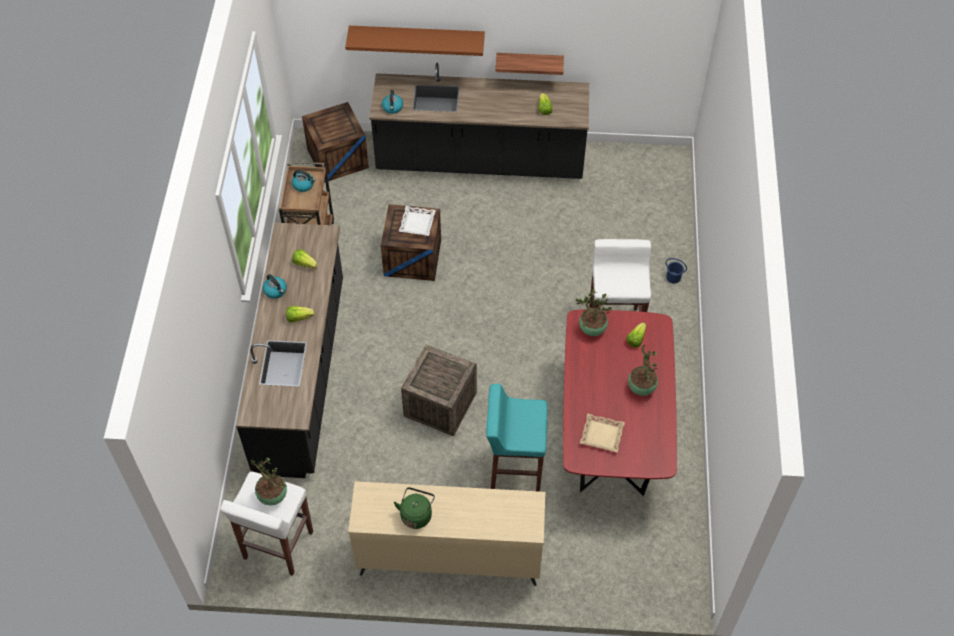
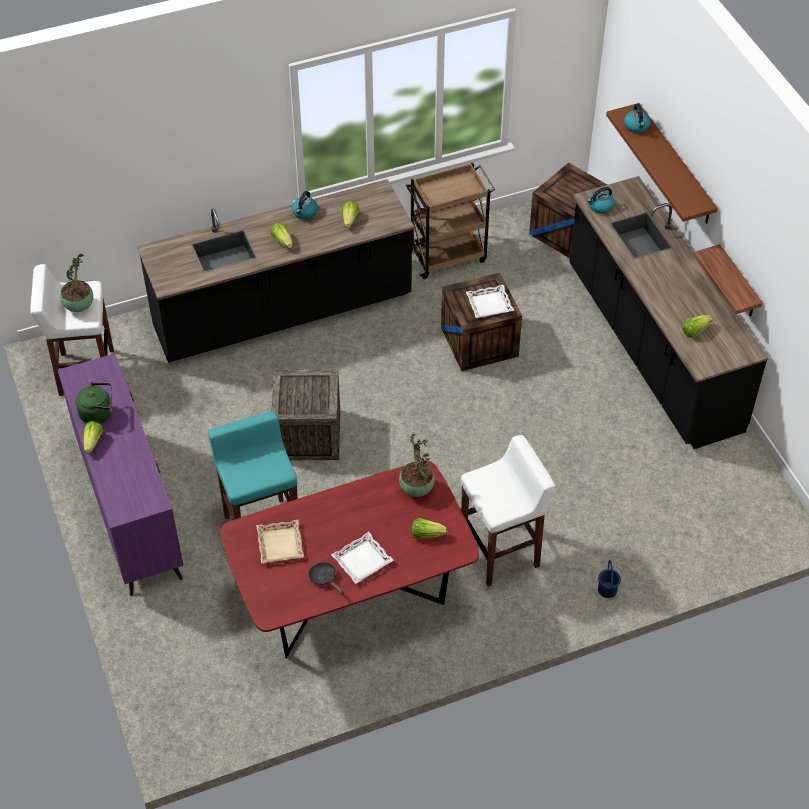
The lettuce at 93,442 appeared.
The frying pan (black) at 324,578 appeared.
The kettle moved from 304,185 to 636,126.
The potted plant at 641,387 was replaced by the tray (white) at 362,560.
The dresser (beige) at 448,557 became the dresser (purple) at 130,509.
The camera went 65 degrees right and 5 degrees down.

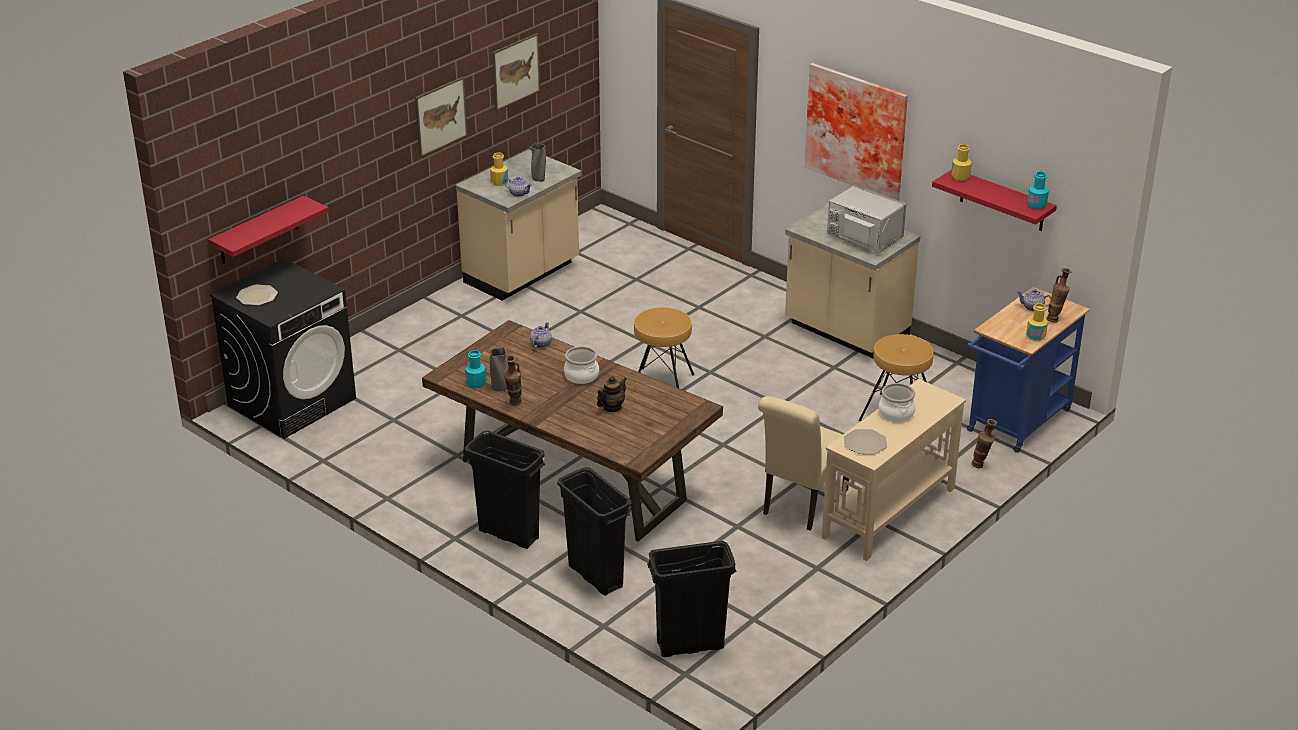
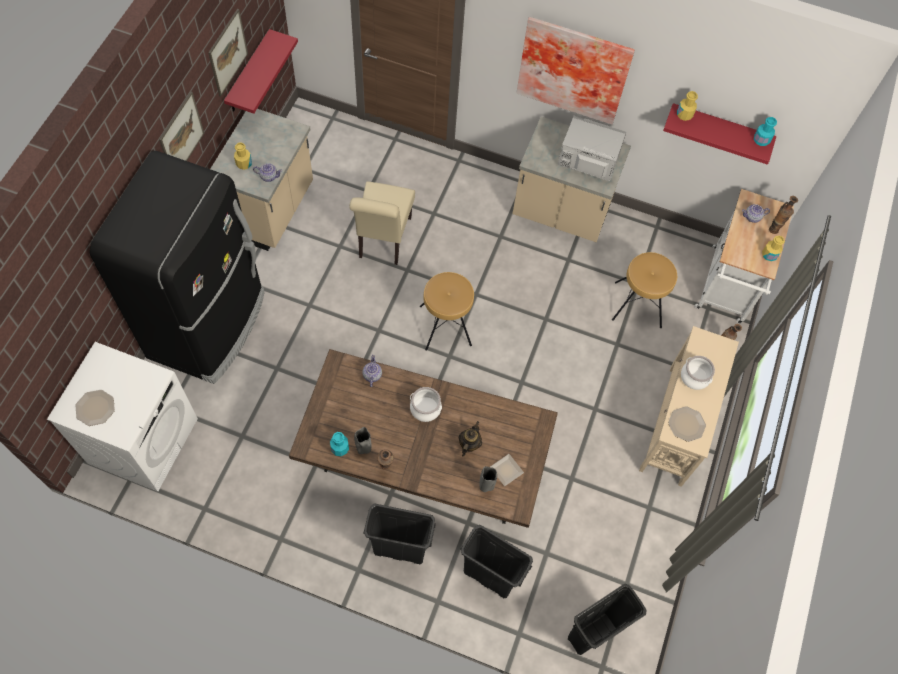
The fridge (black) at 209,324 appeared.
The plate at 506,469 appeared.
The shelf (red) moved from 258,231 to 248,73.
The vase (grey) moved from 539,179 to 486,486.
The chair (beige) moved from 801,504 to 383,241.
The washing machine (black) at 292,402 became the washing machine (white) at 143,440.
The cart (blue) at 1015,424 became the cart (white) at 726,289.
The camera went 25 degrees left and 30 degrees up.

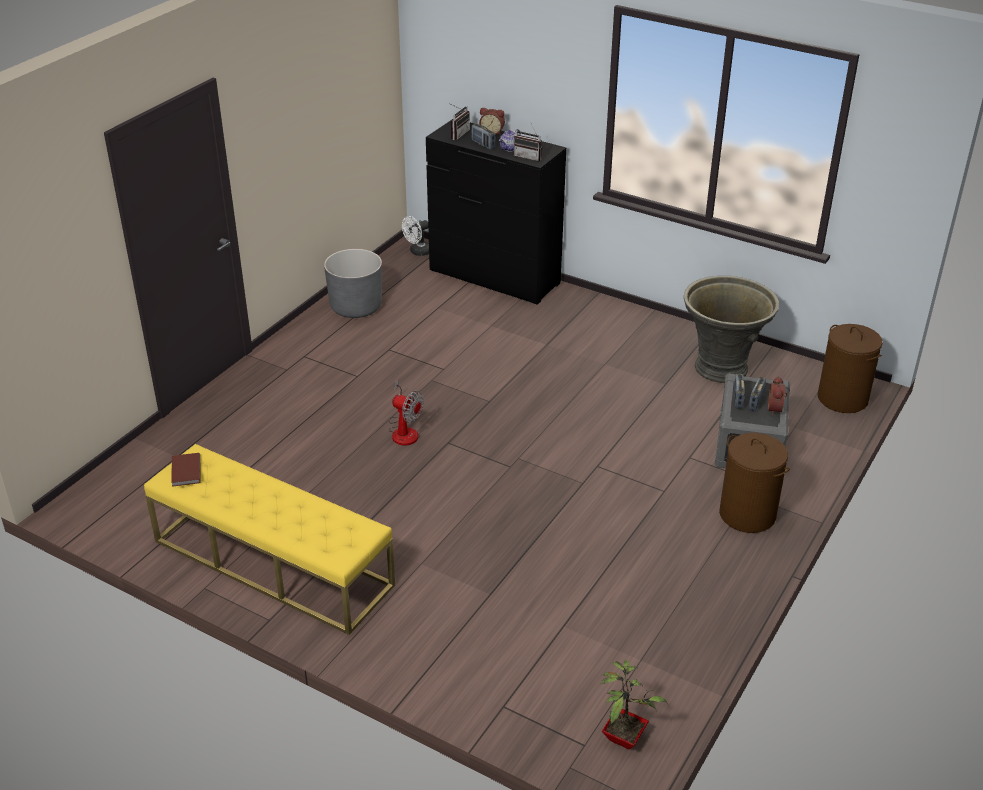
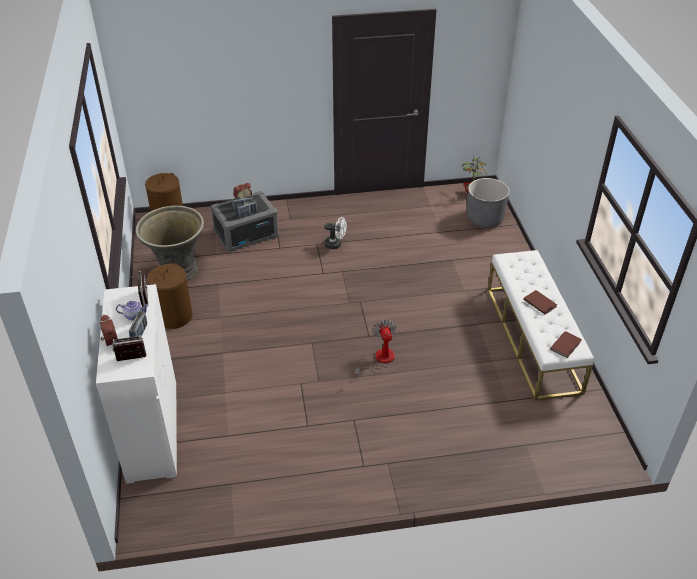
The book (brown) at 540,303 appeared.
The planter (grey) moved from 356,307 to 484,219.
The fan (white) moved from 418,252 to 335,244.
The laundry basket (brown) moved from 747,514 to 174,316.
The bench (yellow) at 272,563 became the bench (white) at 533,339.
The dresser (black) at 494,277 became the dresser (white) at 152,431.
The camera went 130 degrees left and 5 degrees up.

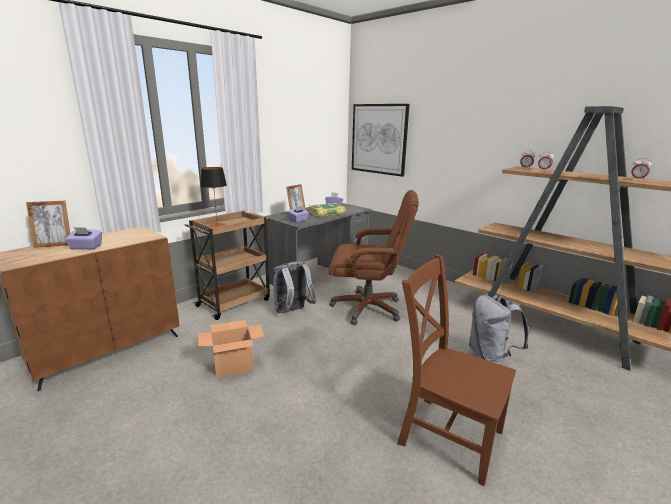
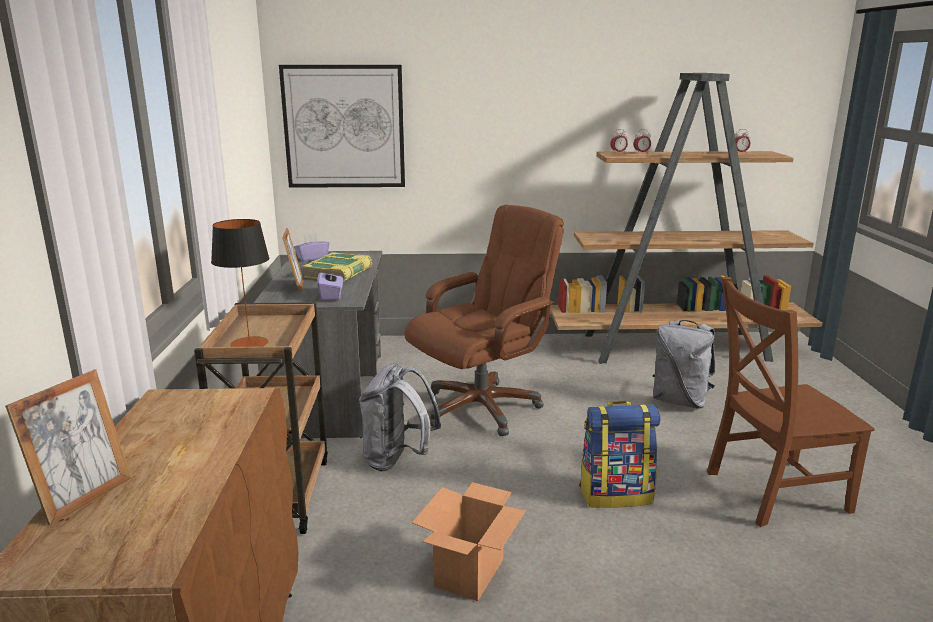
The tissue box (purple) at 86,247 disappeared.
The backpack at 616,494 appeared.
The camera went 45 degrees left and 0 degrees up.

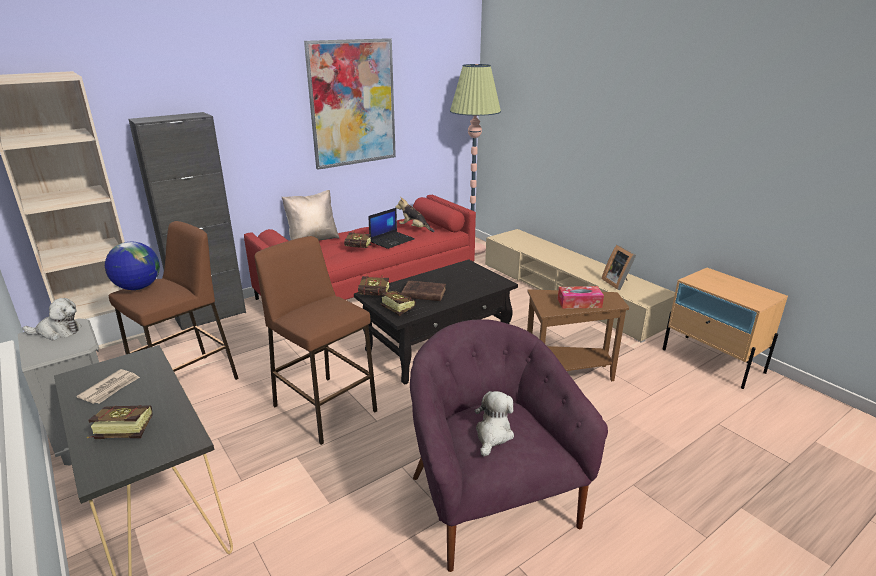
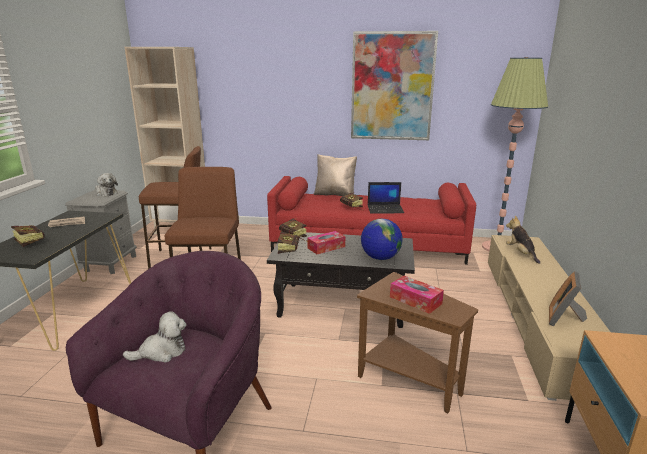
The cabinet (black) at 211,316 disappeared.
The globe moved from 138,287 to 380,258.
The plush toy moved from 414,228 to 521,253.
The book (brown) at 422,293 was replaced by the tissue box at 326,247.
The camera went 45 degrees right and 5 degrees down.

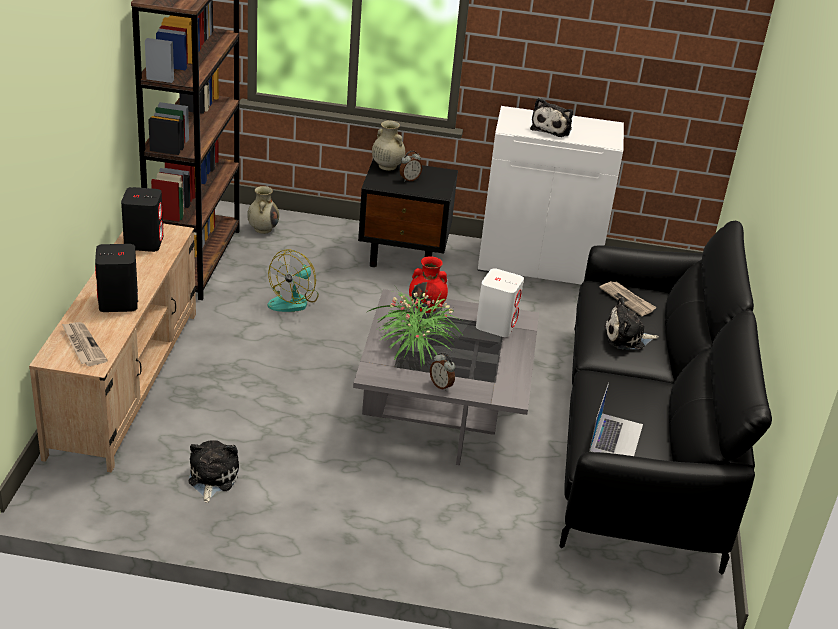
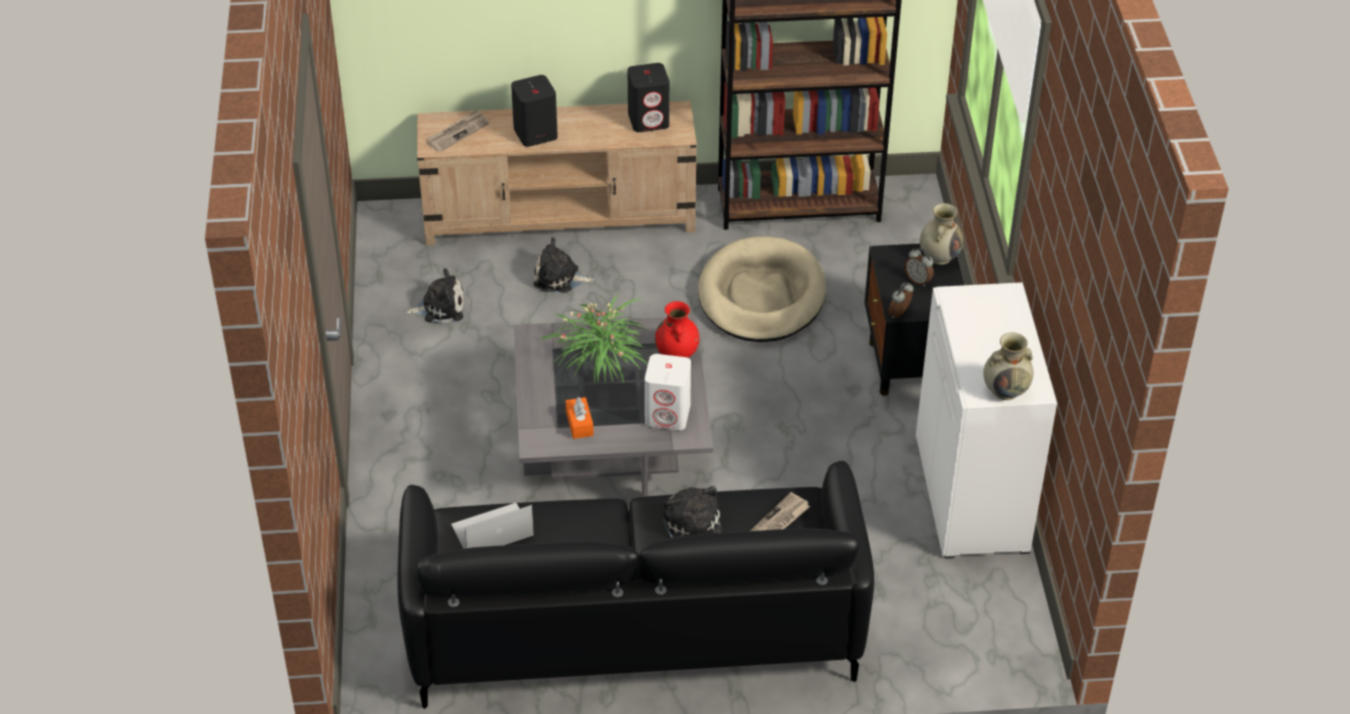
The tissue box (orange) at 579,424 appeared.
The vase (beige) moved from 263,228 to 1006,390.
The alarm clock moved from 441,385 to 900,314.
The plush toy moved from 552,128 to 559,278.
The fan at 294,300 was replaced by the dog bed (beige) at 761,295.
The laptop at 616,437 turned 150 degrees clockwise.
The camera went 80 degrees right and 10 degrees up.

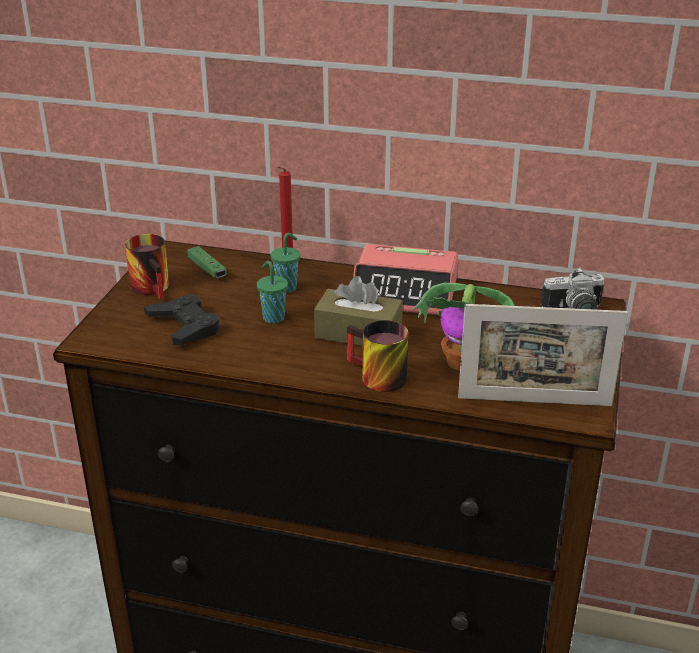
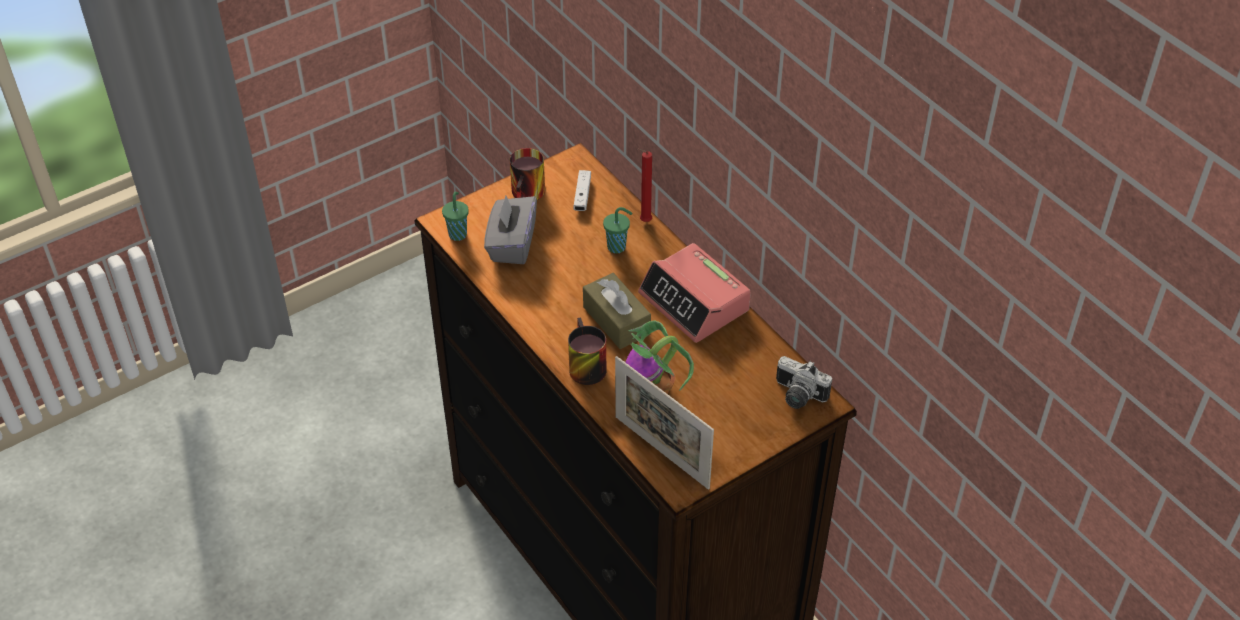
The cup (green) moved from 273,317 to 458,234.
The game controller (black) at 184,326 was replaced by the tissue box (grey) at 511,244.
The game controller (green) at 207,269 became the game controller (white) at 582,195.
The camera went 40 degrees right and 15 degrees up.

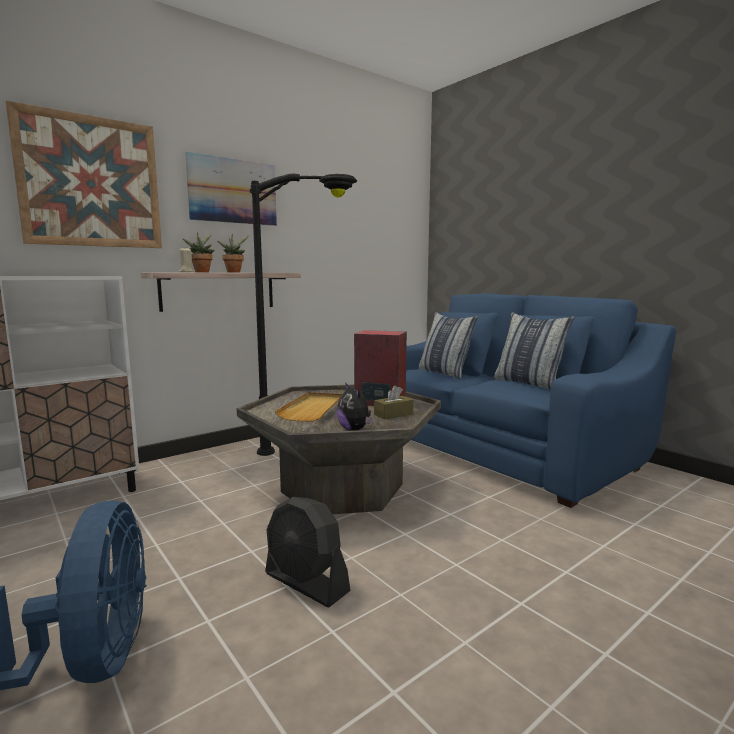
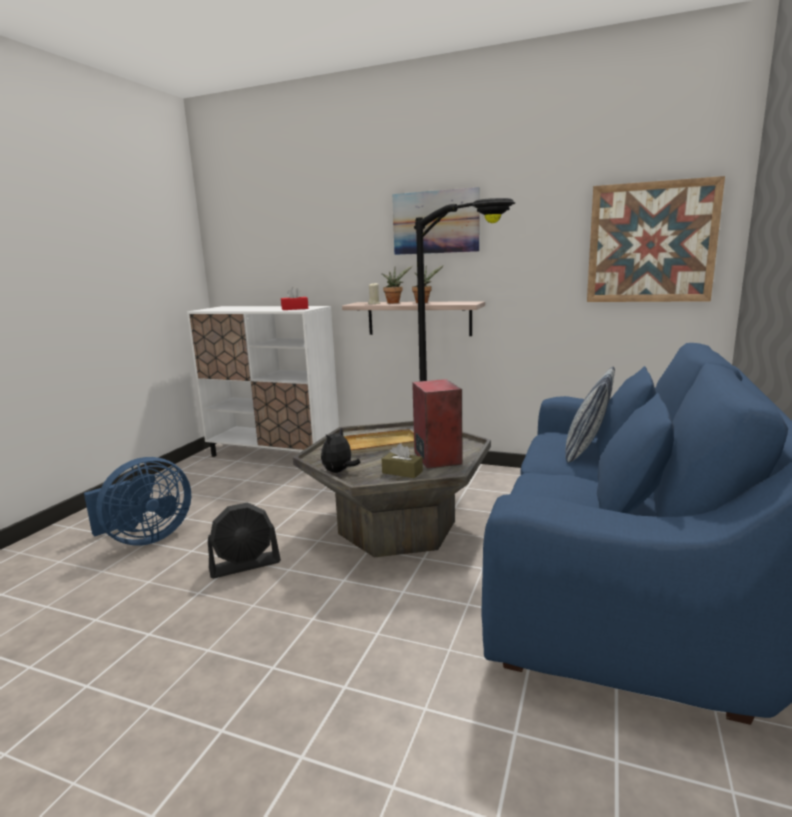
The pillow at 529,383 disappeared.
The tissue box (red) at 295,309 appeared.
The picture moved from 90,182 to 651,243.
The fan (black) at 306,583 turned 120 degrees counterclockwise.
The camera went 60 degrees right and 5 degrees up.

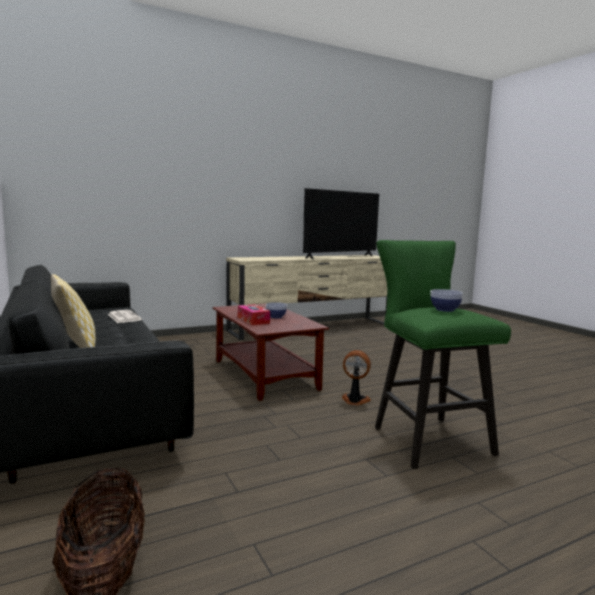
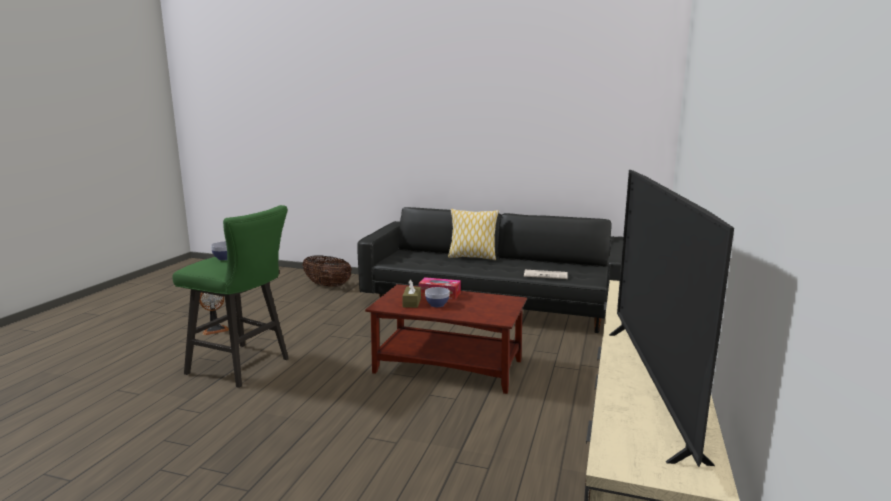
The tissue box (brown) at 412,302 appeared.
The fan moved from 355,401 to 215,329.
The camera went 135 degrees right and 5 degrees up.

